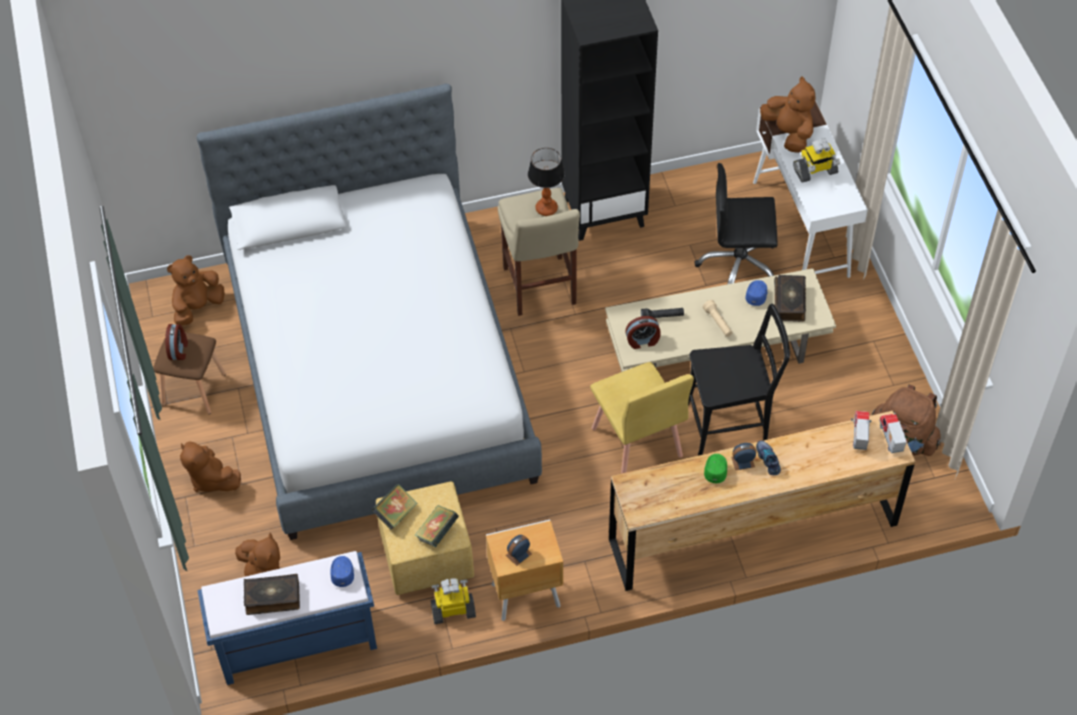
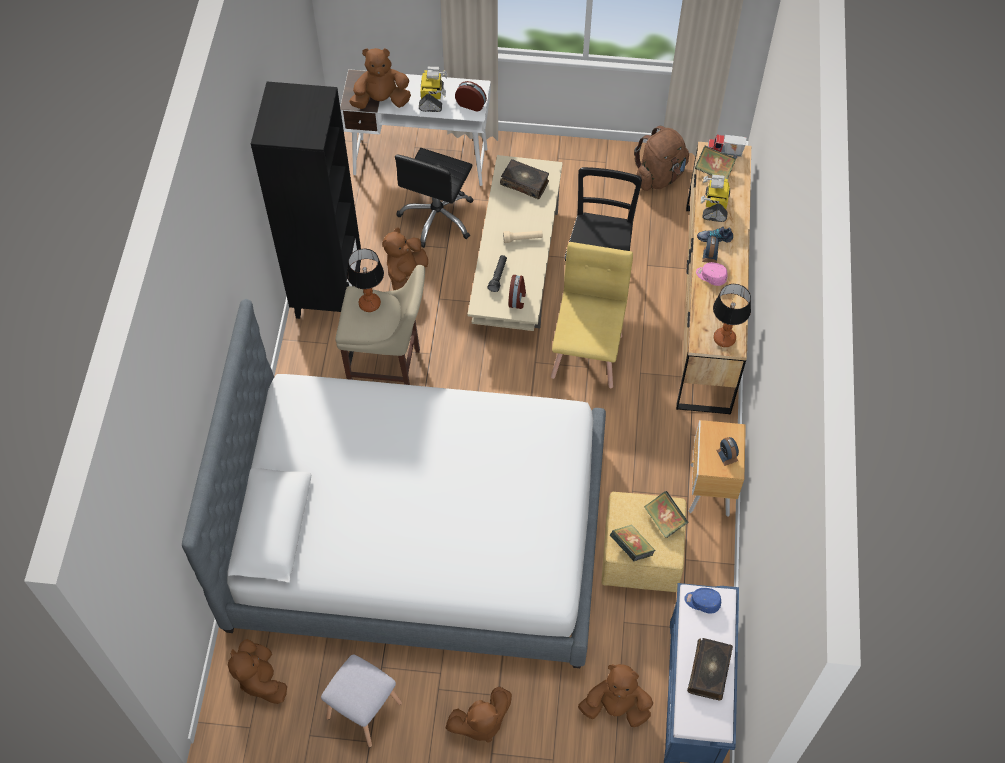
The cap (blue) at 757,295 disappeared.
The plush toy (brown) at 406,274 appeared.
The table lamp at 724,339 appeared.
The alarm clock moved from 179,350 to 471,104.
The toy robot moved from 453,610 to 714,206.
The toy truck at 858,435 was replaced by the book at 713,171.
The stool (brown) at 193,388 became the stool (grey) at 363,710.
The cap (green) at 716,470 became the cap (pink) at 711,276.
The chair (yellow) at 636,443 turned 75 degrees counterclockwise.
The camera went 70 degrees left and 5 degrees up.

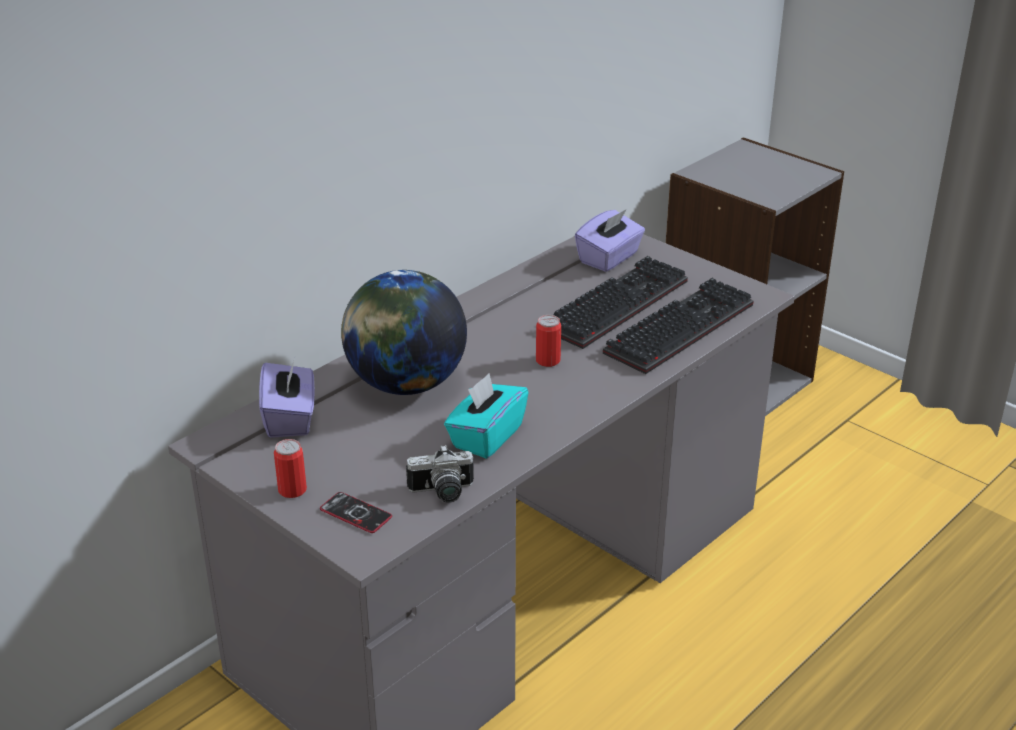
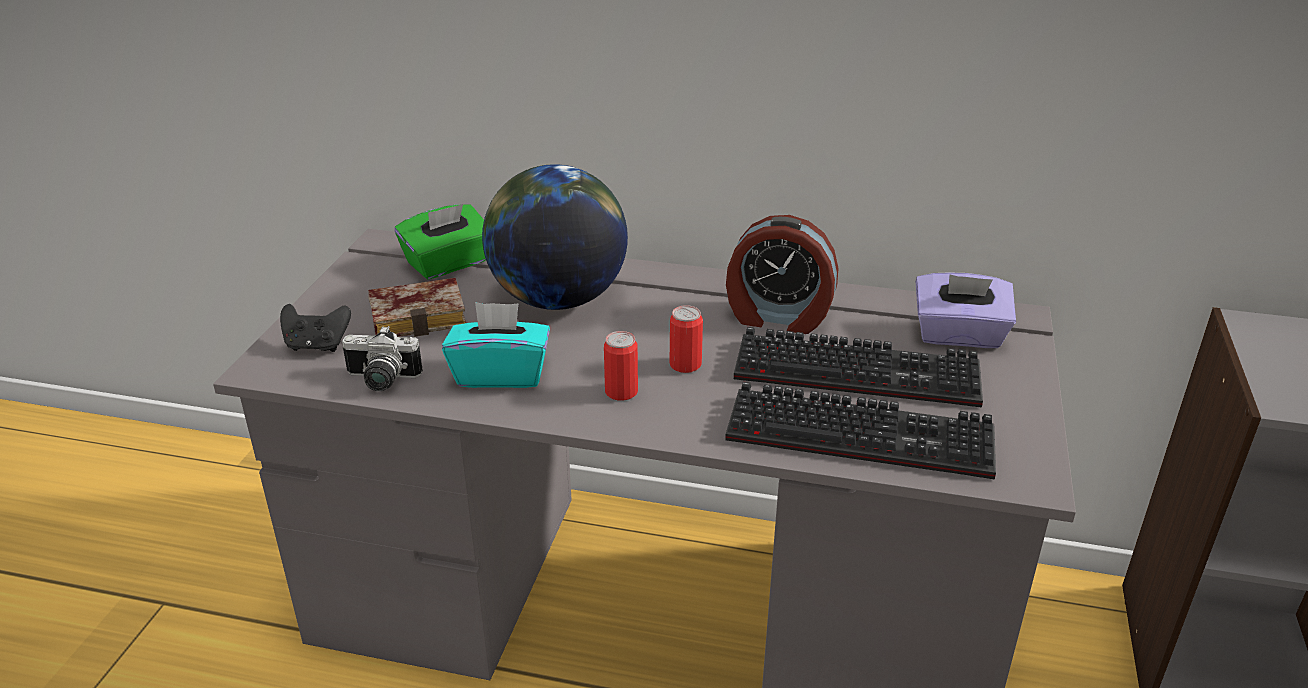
The book at 422,315 appeared.
The alarm clock at 778,317 appeared.
The can moved from 292,490 to 621,392.
The phone at 355,514 was replaced by the game controller (black) at 317,345.
The tissue box (purple) at 290,419 became the tissue box (green) at 448,264.
The photo camera at 442,493 turned 45 degrees counterclockwise.
The camera went 60 degrees right and 0 degrees up.

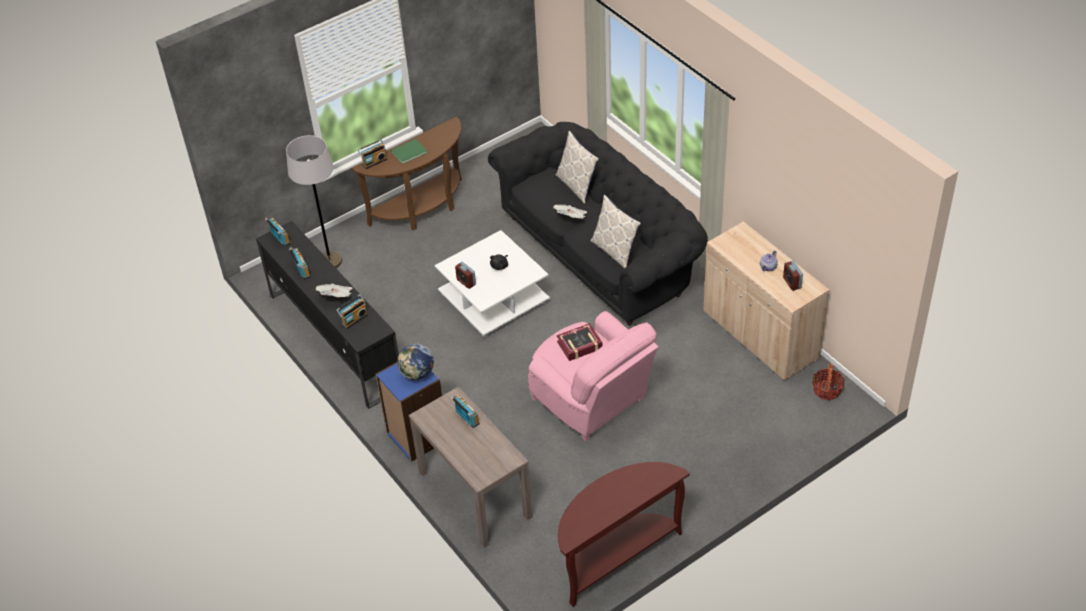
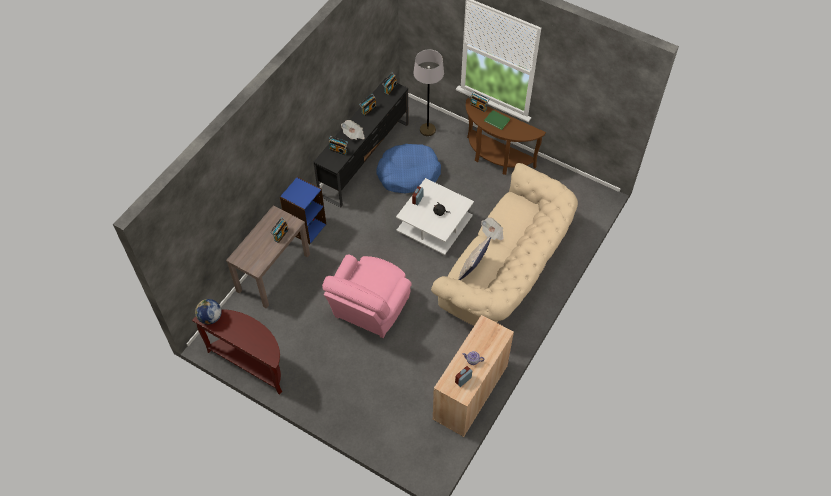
The pillow at 577,186 disappeared.
The book at 579,345 disappeared.
The basket at 827,390 disappeared.
The dog bed (blue) at 408,174 appeared.
The globe moved from 417,374 to 210,318.
The sofa (black) at 601,251 became the sofa (beige) at 506,271.
The camera went 65 degrees right and 10 degrees up.

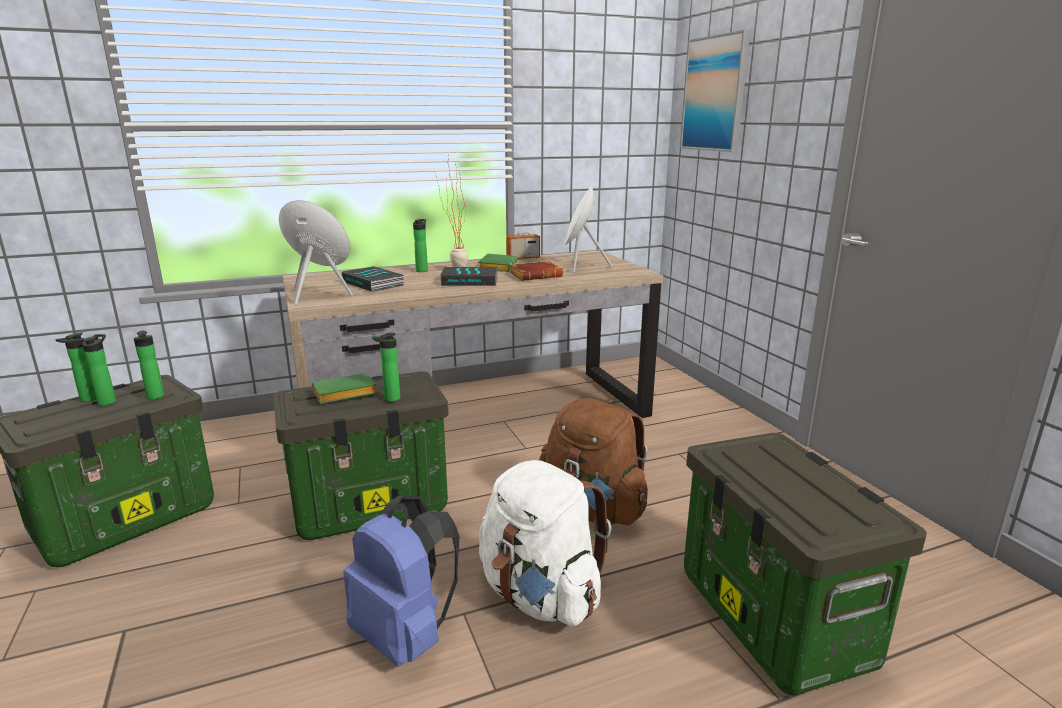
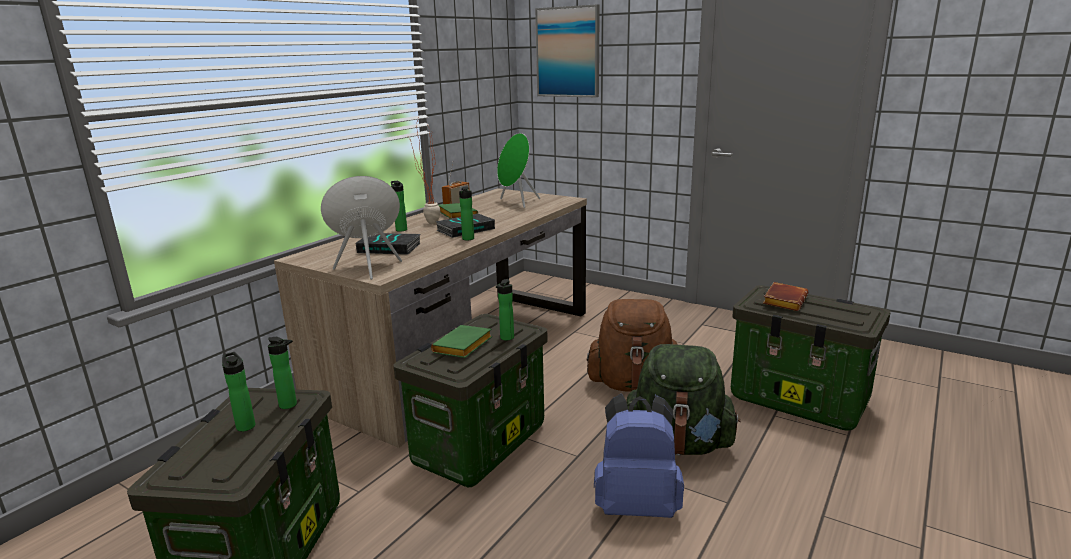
The bottle moved from 86,400 to 468,239.
The book (brown) moved from 536,275 to 783,300.
The backpack (white) at 540,596 became the backpack (green) at 677,444.
The speaker (white) at 580,266 became the speaker (green) at 517,202.
The camera went 35 degrees left and 0 degrees up.

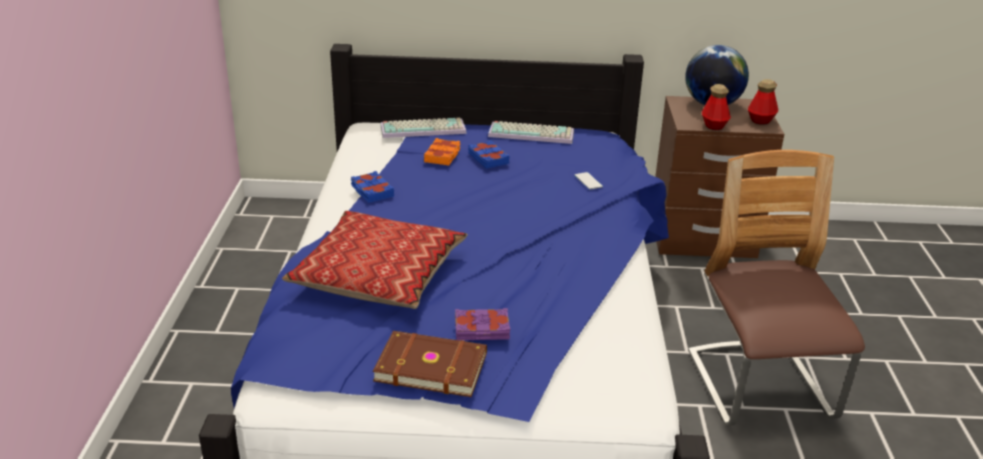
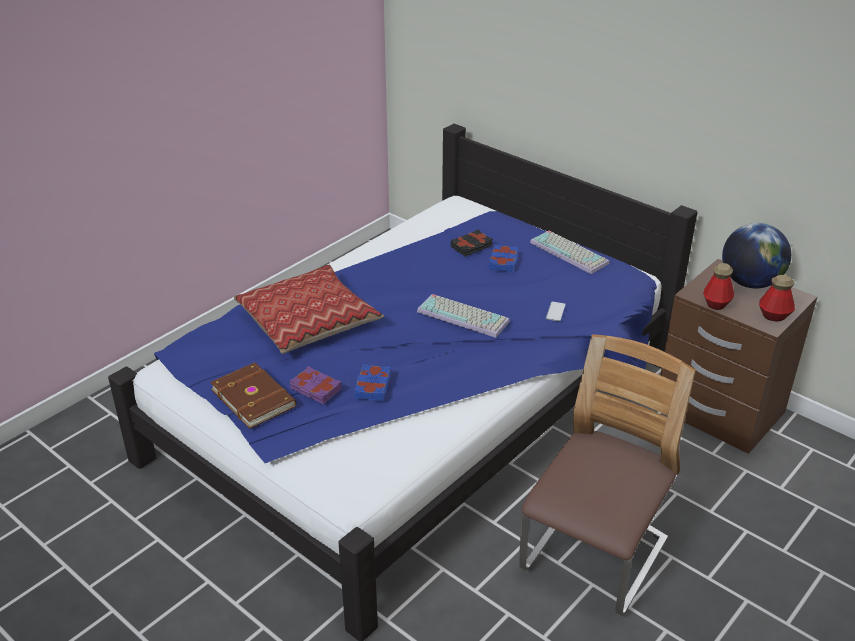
The book (blue) moved from 372,191 to 372,386.
The keyboard moved from 424,128 to 464,316.
The book (orange) at 443,156 became the book (black) at 471,246.
The camera went 40 degrees right and 5 degrees up.

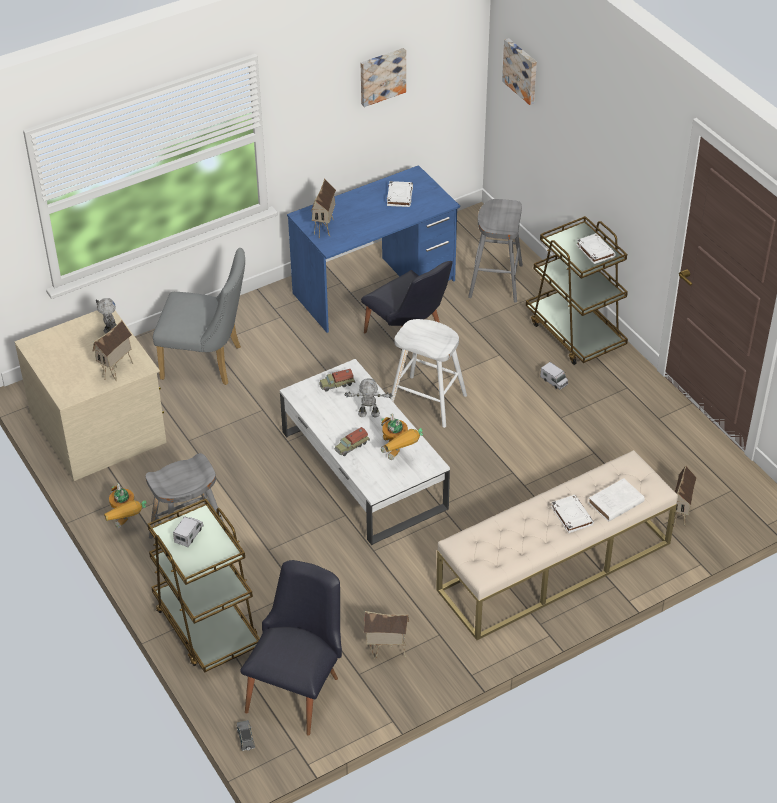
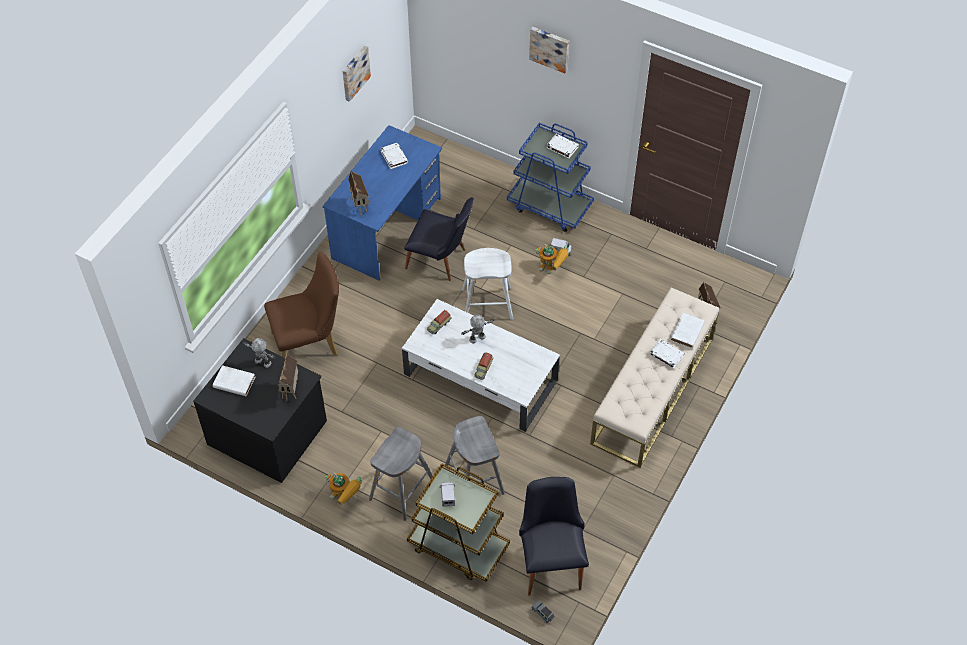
The toy house at 386,652 disappeared.
The book (white) at 233,382 appeared.
The toy robot moved from 398,455 to 552,269.
The stool (grey) moved from 495,281 to 474,479.
The picture moved from 521,70 to 550,48.
The dresser (beige) at 100,427 became the dresser (black) at 268,431.
The chair (grey) at 208,363 became the chair (brown) at 310,343.
The cart (brown) at 575,333 became the cart (blue) at 550,206.
The camera went 30 degrees left and 10 degrees up.

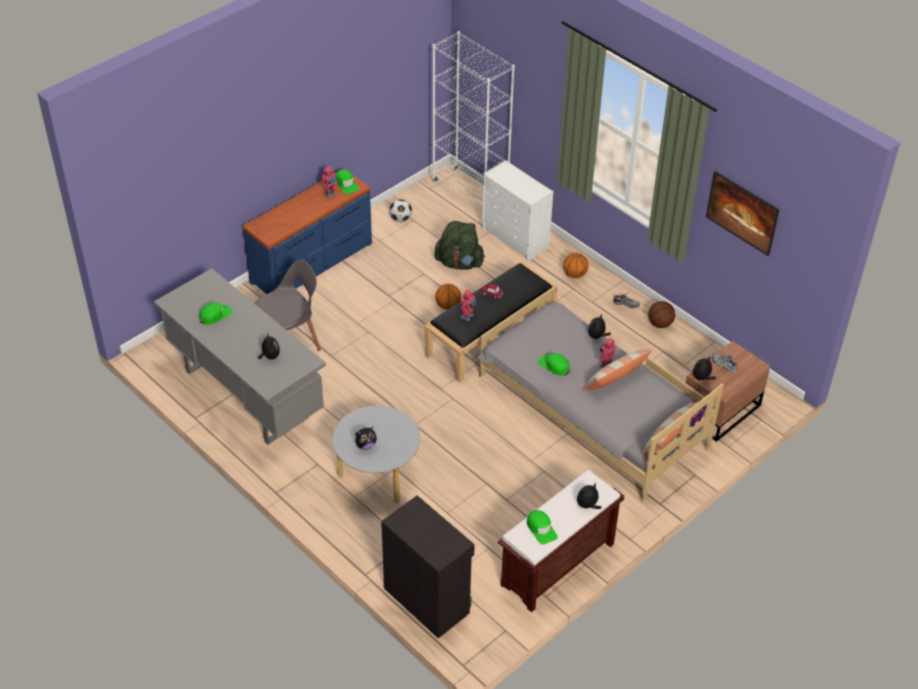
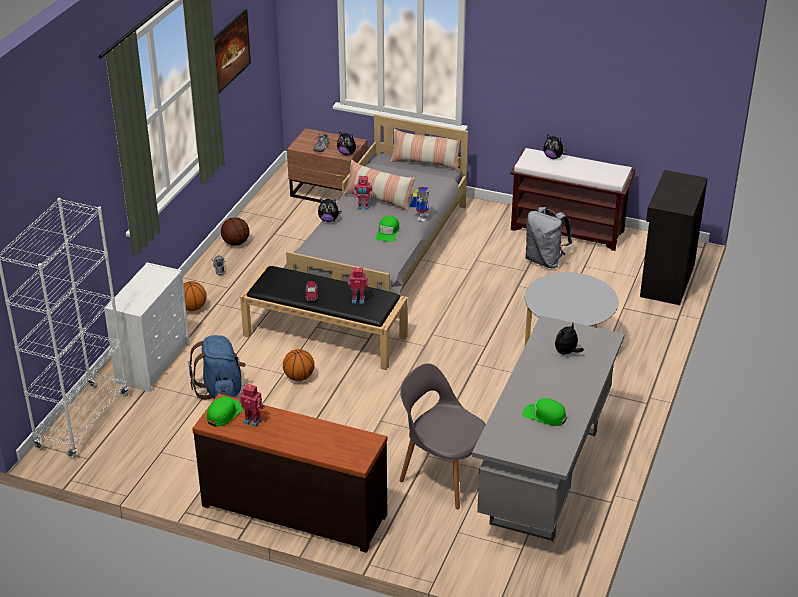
The plush toy at 365,445 disappeared.
The football at 400,219 disappeared.
The cap (green) at 541,529 disappeared.
The toy robot at 421,216 appeared.
The backpack (grey) at 545,261 appeared.
The dresser (blue) at 312,263 became the dresser (brown) at 295,509.
The backpack (green) at 459,263 became the backpack (blue) at 221,391.
The camera went 115 degrees left and 10 degrees down.

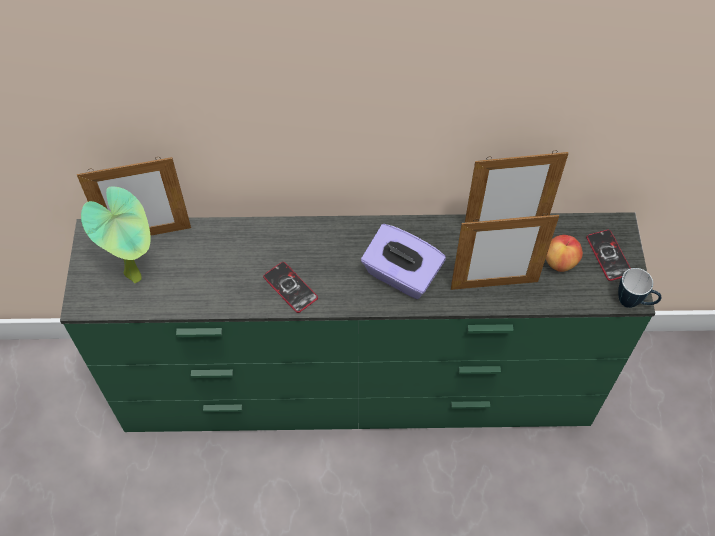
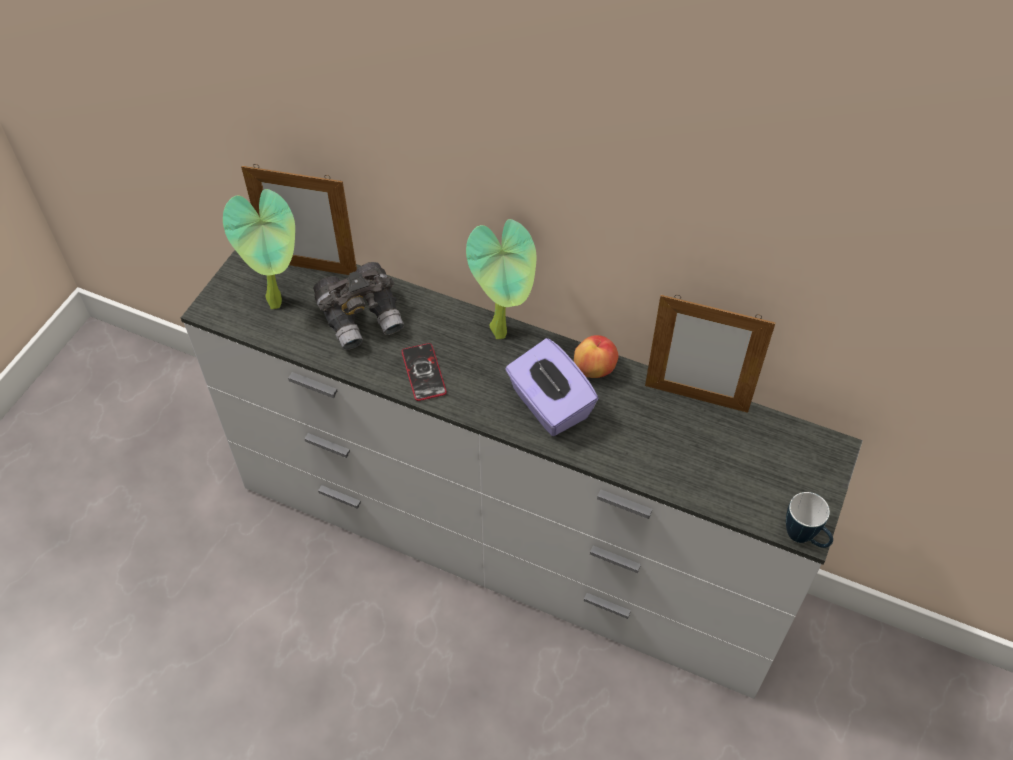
The picture frame at 494,285 disappeared.
The phone at 608,255 disappeared.
The binoculars (grey) at 362,317 appeared.
The potted plant at 503,332 appeared.
The apple moved from 560,262 to 594,368.
The dresser (green) at 358,387 became the dresser (white) at 507,544.
The camera went 25 degrees right and 5 degrees down.

